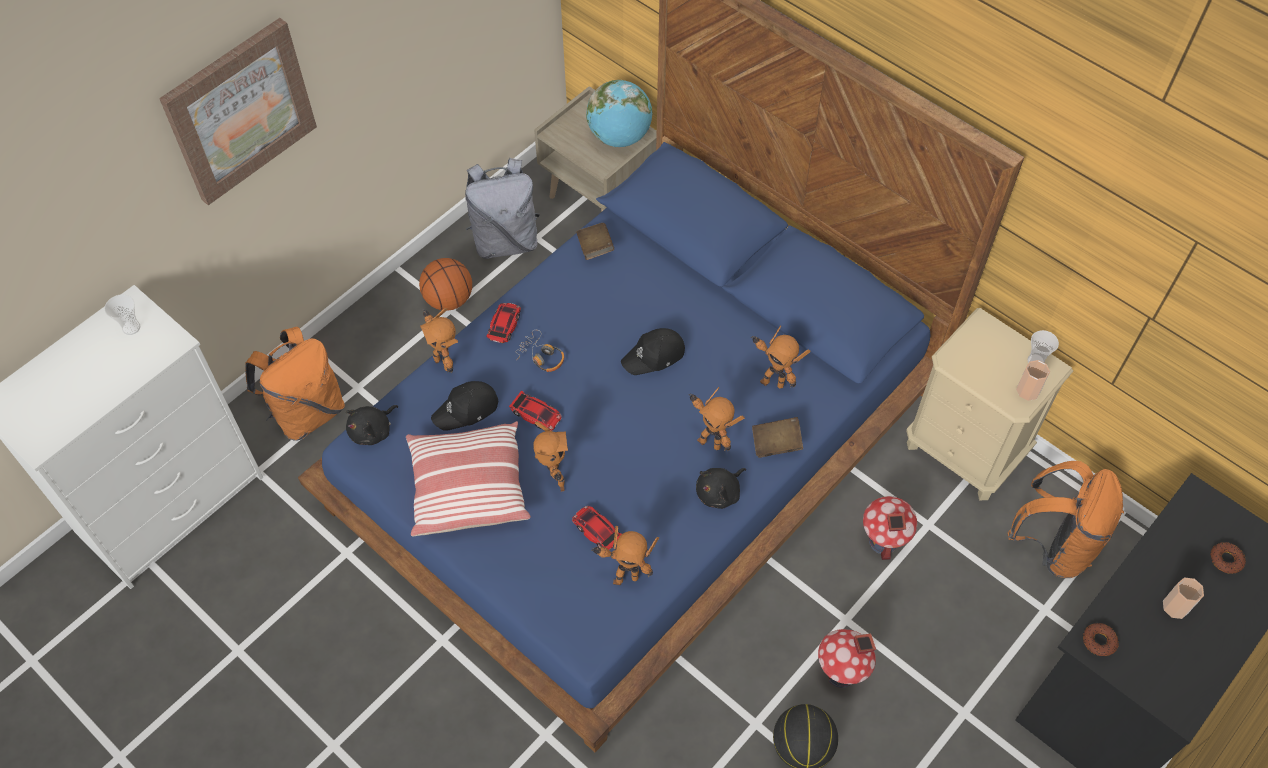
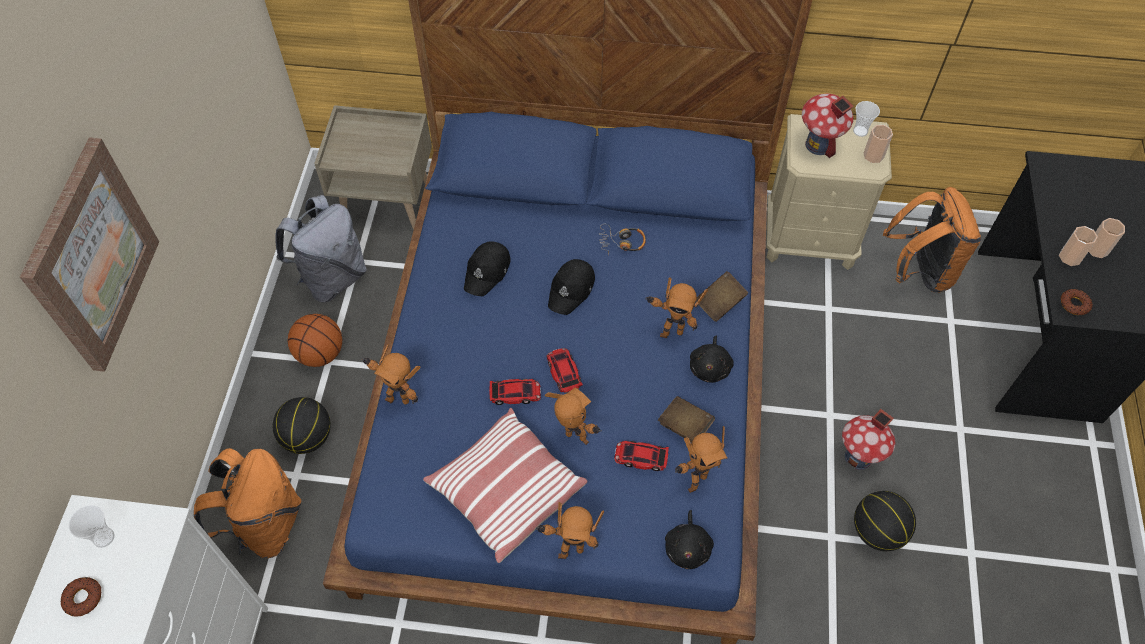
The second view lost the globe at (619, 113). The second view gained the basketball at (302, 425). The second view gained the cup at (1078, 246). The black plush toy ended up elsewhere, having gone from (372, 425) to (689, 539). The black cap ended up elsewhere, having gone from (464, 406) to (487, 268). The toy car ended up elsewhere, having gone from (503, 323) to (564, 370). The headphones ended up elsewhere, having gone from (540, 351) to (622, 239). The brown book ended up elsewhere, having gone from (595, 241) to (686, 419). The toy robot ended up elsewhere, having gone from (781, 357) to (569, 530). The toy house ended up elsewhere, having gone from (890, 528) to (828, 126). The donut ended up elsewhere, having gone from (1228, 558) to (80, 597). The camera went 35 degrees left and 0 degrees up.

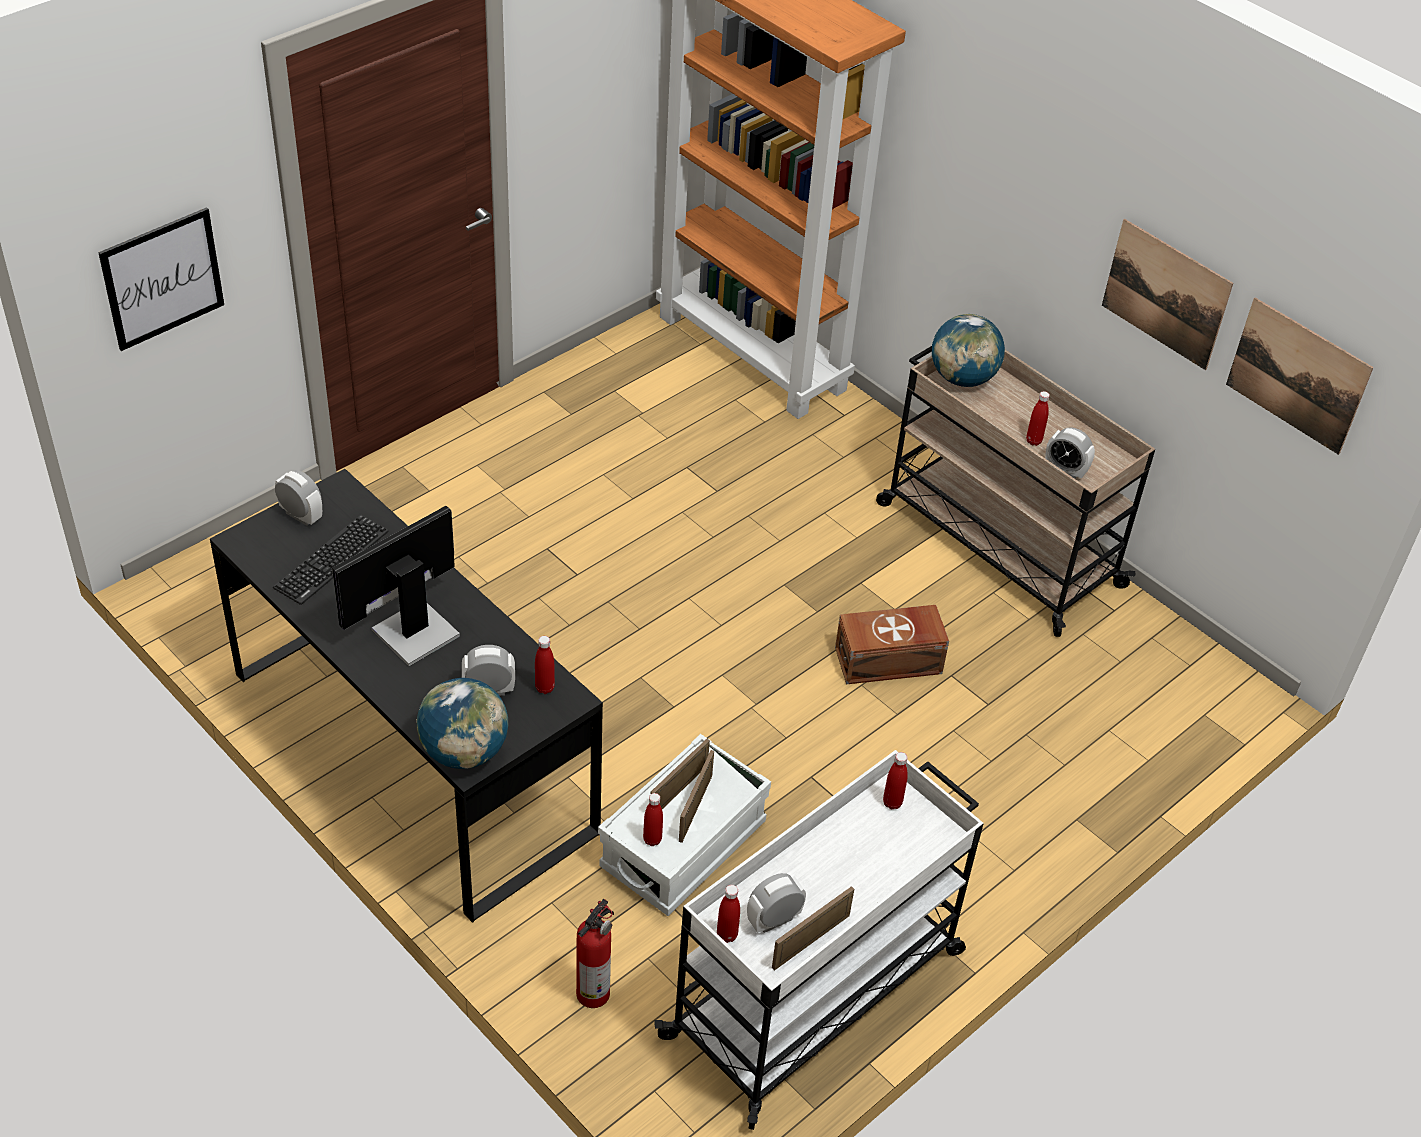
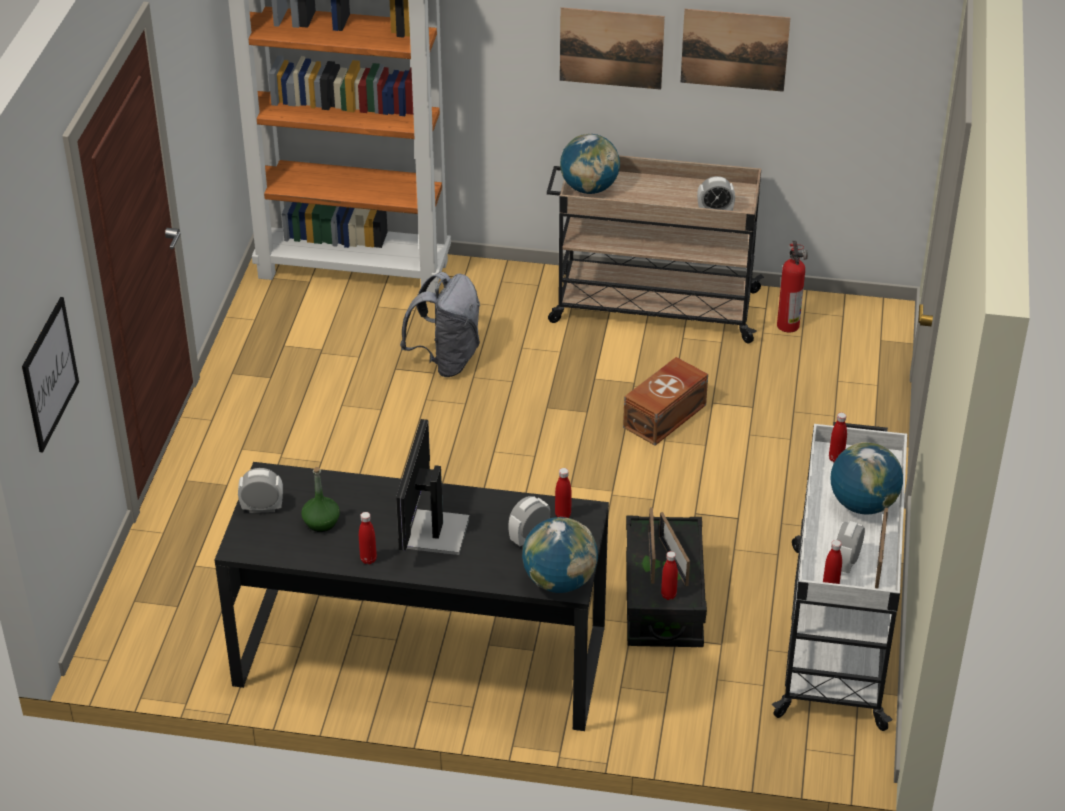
The second view gained the grey backpack at (440, 324). The second view gained the globe at (867, 478). The fire extinguisher ended up elsewhere, having gone from (595, 953) to (792, 287). The red bottle ended up elsewhere, having gone from (1038, 418) to (368, 538). The picture ended up elsewhere, having gone from (1300, 376) to (612, 48). Where the keyboard stood at (330, 560), the green bottle came to stand at (320, 499). What was the white storage box at (684, 825) turned into the black storage box at (666, 581). The camera went 35 degrees left and 5 degrees down.

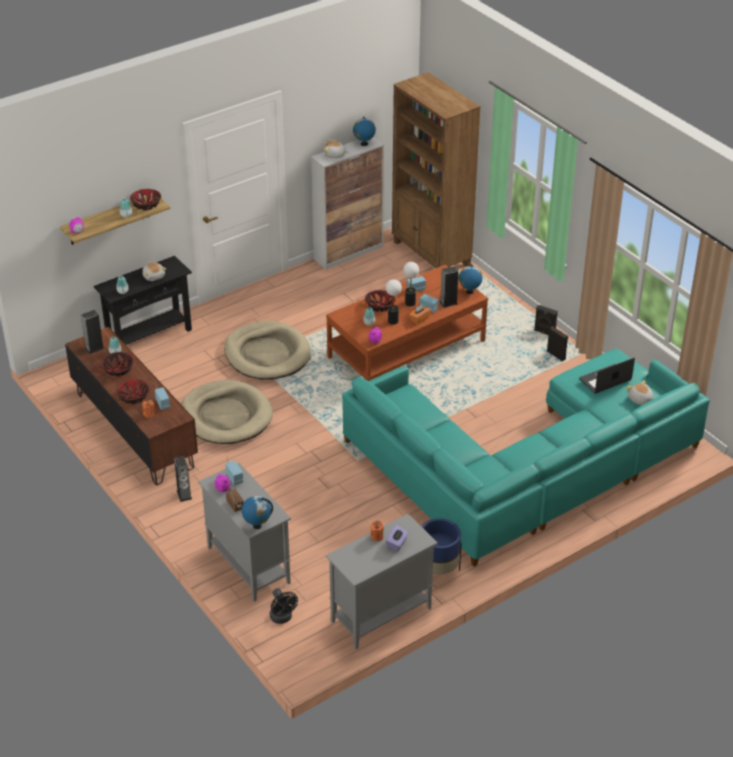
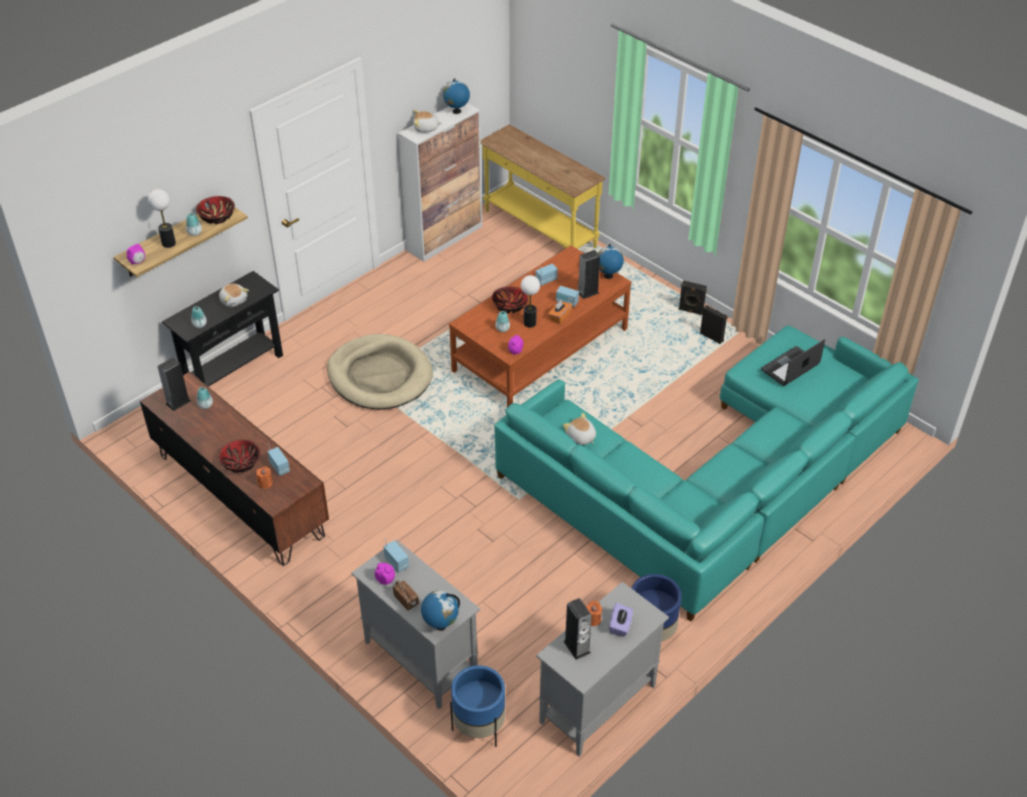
The second view lost the bowl at (117, 364). The second view lost the beige dog bed at (227, 412). The speaker ended up elsewhere, having gone from (183, 479) to (578, 629). The table lamp ended up elsewhere, having gone from (411, 284) to (162, 218). The plush toy ended up elsewhere, having gone from (639, 392) to (579, 429). Where the black fan stood at (284, 606), the blue planter came to stand at (478, 706). Where the brown bookcase stood at (436, 170), the yellow console table came to stand at (542, 186). The camera went 10 degrees left and 5 degrees up.

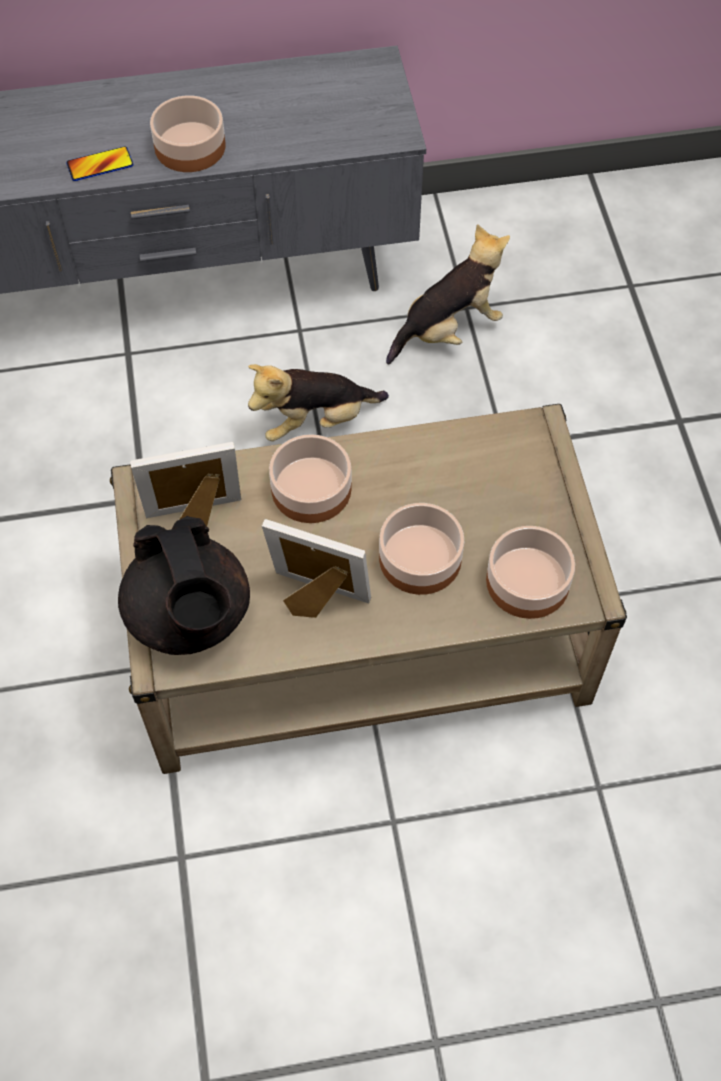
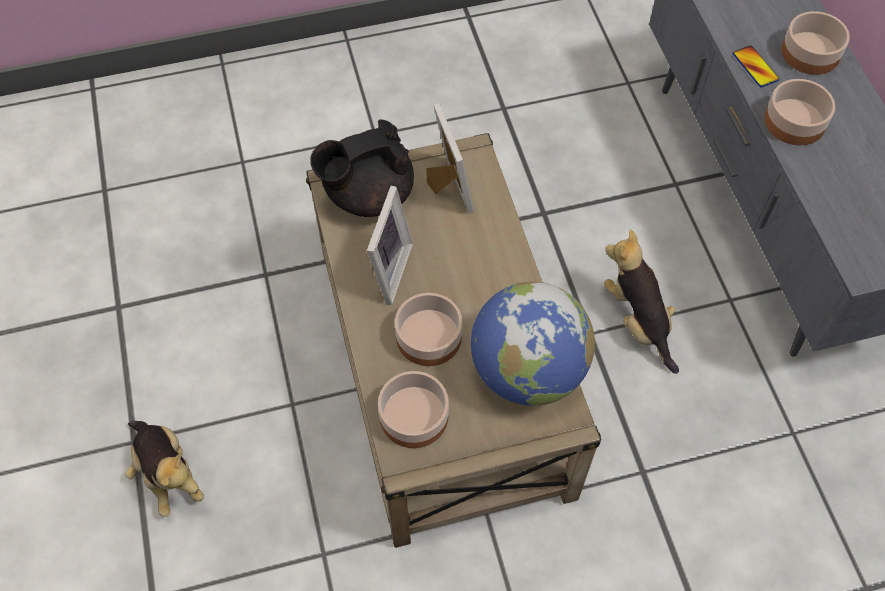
The second view gained the globe at (533, 344). The bowl ended up elsewhere, having gone from (310, 478) to (815, 43). The plush toy ended up elsewhere, having gone from (448, 294) to (165, 469). The camera went 85 degrees right and 0 degrees up.

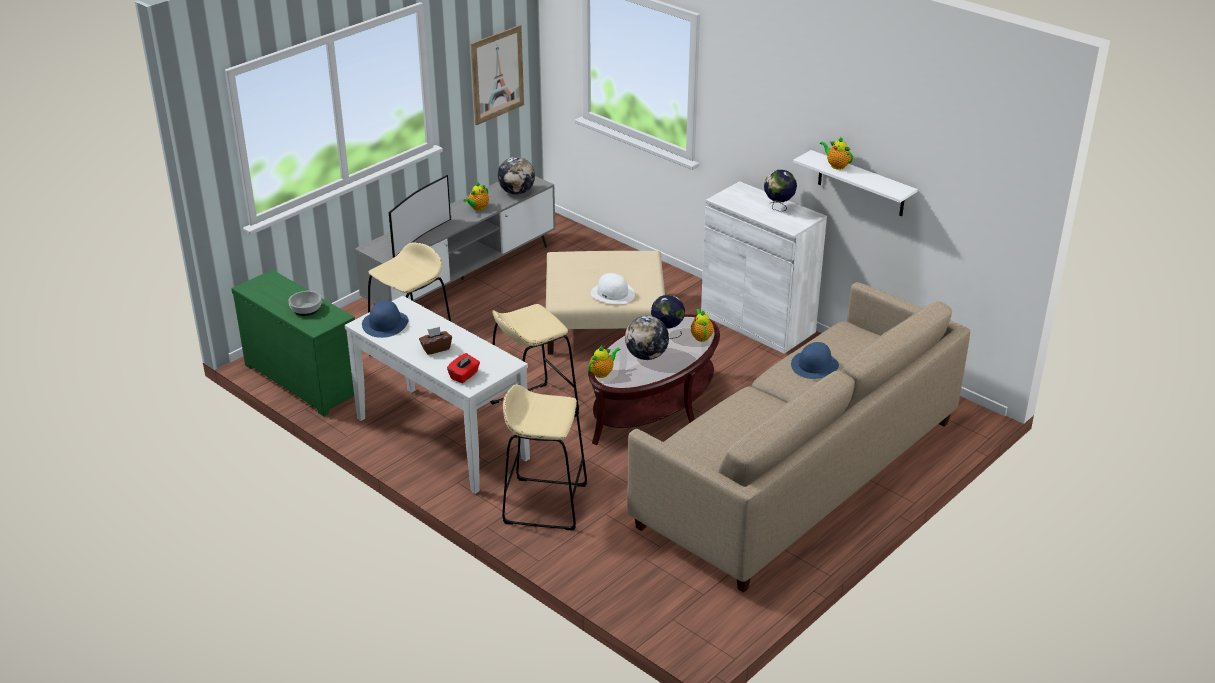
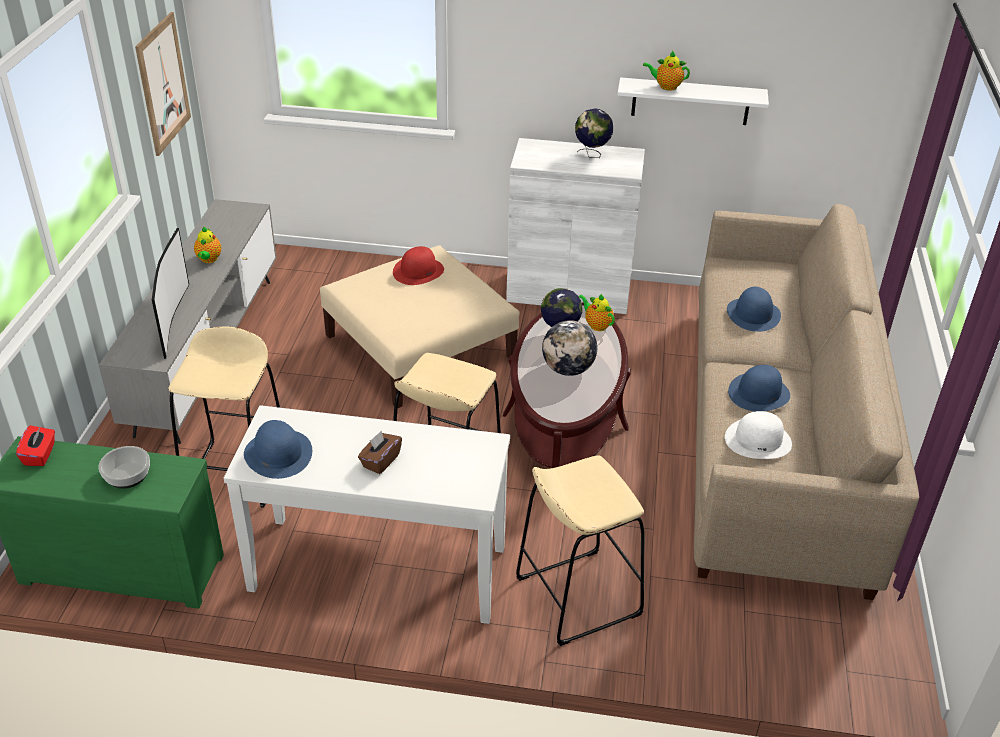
The second view lost the globe at (516, 176). The second view lost the teapot at (604, 362). The second view gained the red hat at (418, 265). The second view gained the blue hat at (759, 388). The red tissue box ended up elsewhere, having gone from (463, 368) to (35, 445). The white hat ended up elsewhere, having gone from (613, 288) to (758, 435). The camera went 35 degrees left and 5 degrees up.

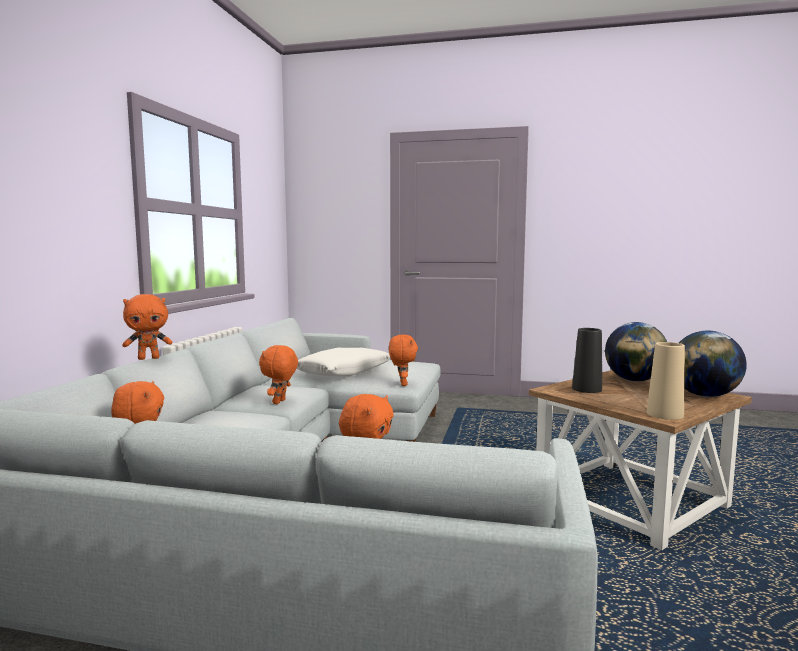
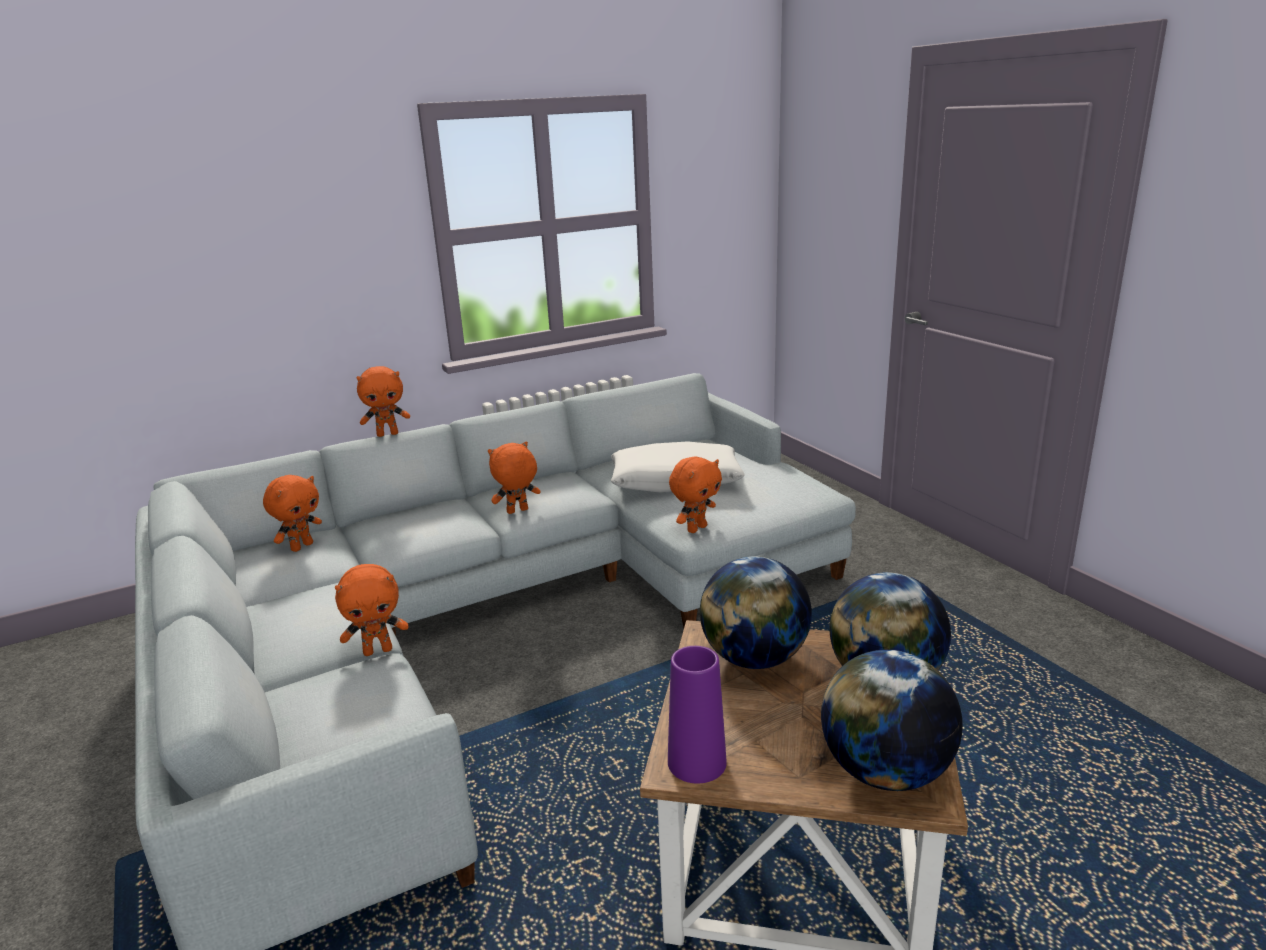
Where the black vase stood at (587, 360), the globe came to stand at (756, 612). What was the beige vase at (666, 381) turned into the purple vase at (697, 715). The orange plush toy at (147, 327) ended up facing another way, 45 degrees counterclockwise from before. The camera went 50 degrees right and 15 degrees up.

